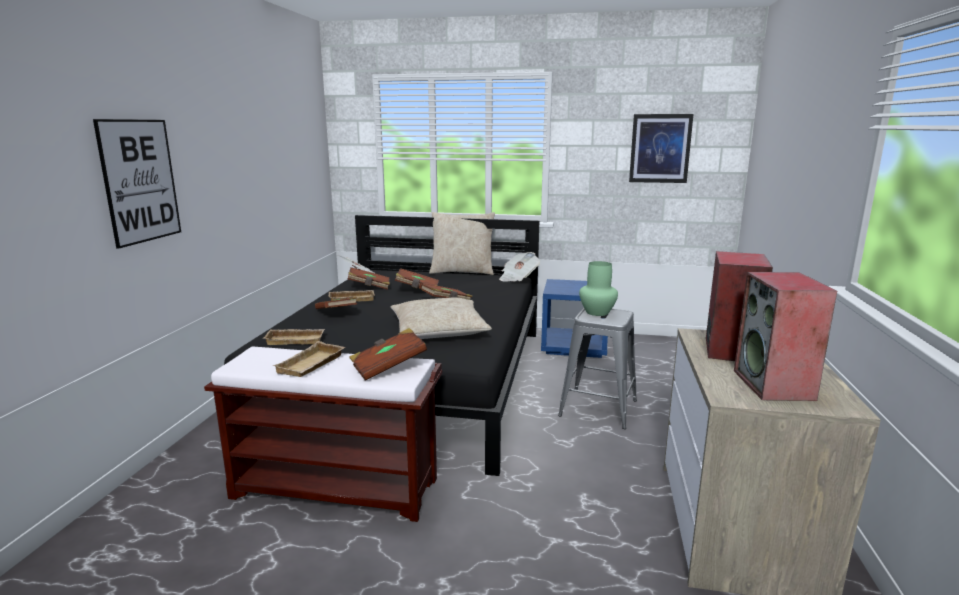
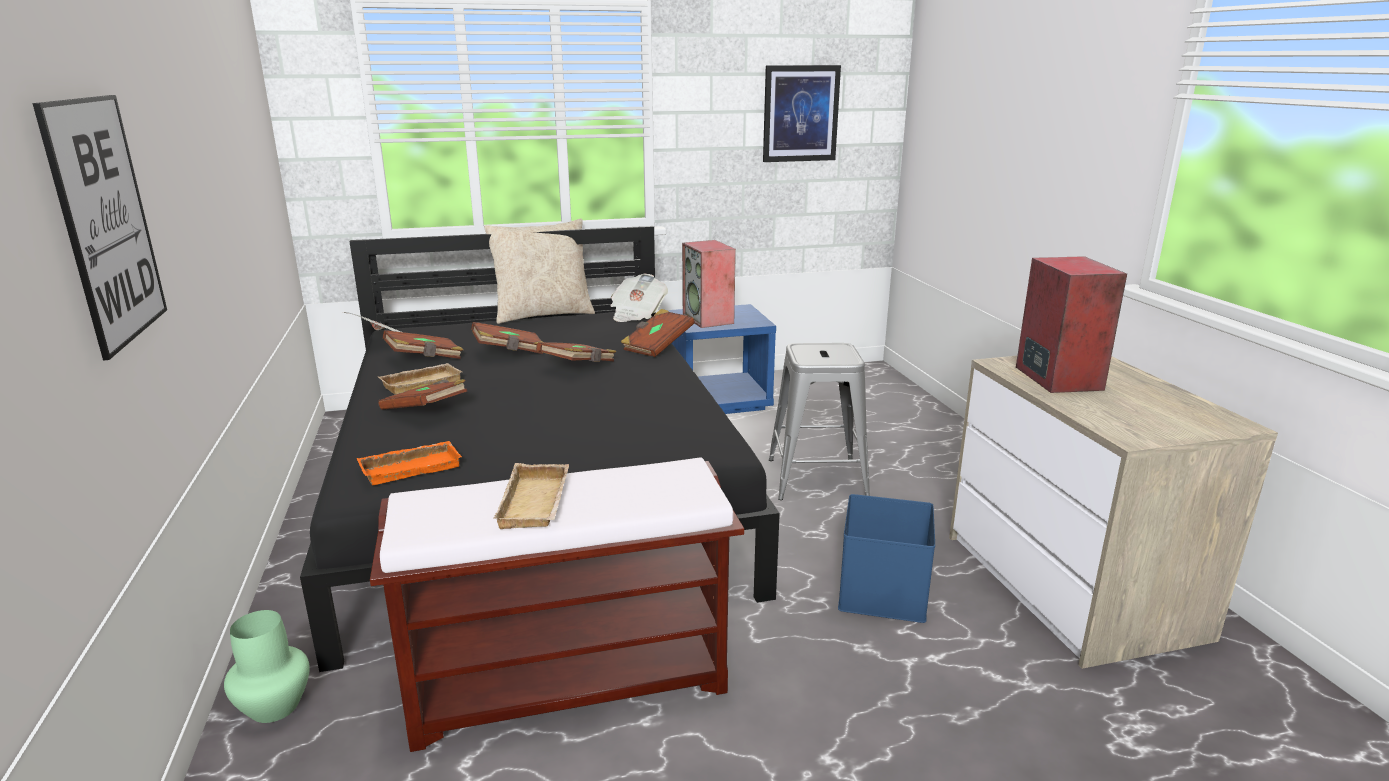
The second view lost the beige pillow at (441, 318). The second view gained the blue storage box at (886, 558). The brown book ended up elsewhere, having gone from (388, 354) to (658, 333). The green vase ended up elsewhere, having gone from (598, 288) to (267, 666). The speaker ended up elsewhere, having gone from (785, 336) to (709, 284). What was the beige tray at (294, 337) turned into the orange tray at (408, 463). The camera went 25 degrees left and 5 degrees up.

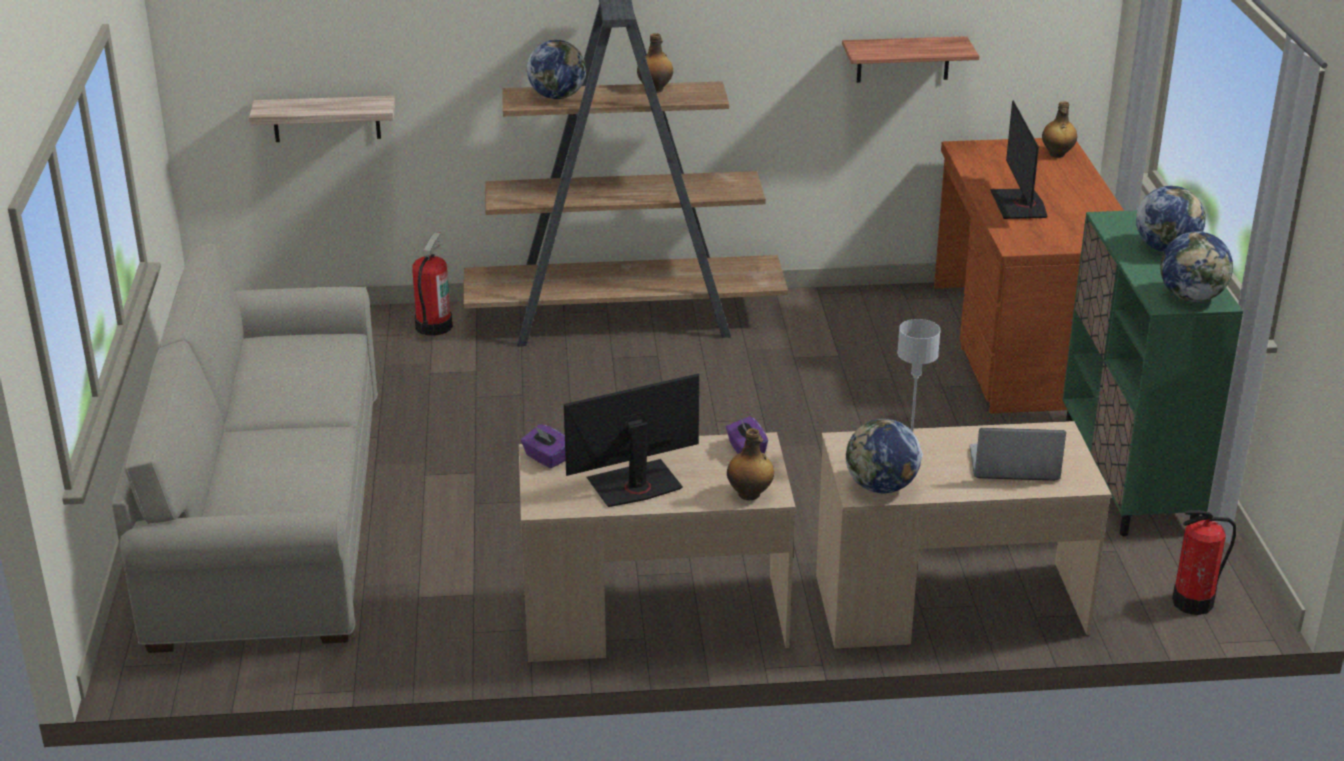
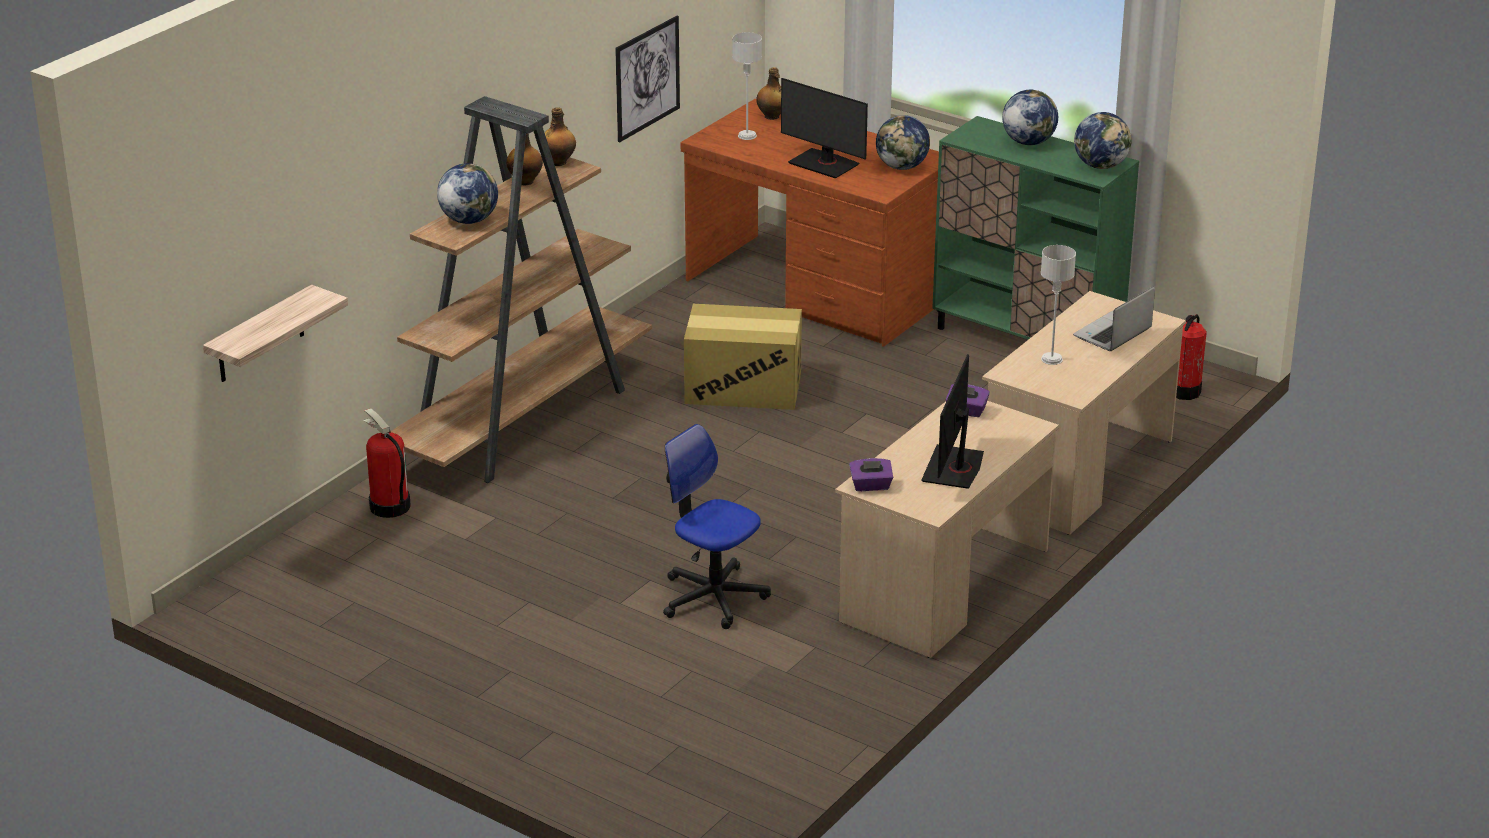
The second view lost the beige sofa at (245, 448). The second view gained the office chair at (717, 526). The second view gained the cardboard box at (743, 357). The second view gained the grey table lamp at (747, 86). The bottle ended up elsewhere, having gone from (750, 464) to (560, 136). The globe ended up elsewhere, having gone from (884, 456) to (903, 142). Where the shelf hung at (911, 59), the picture came to hang at (647, 79). The camera went 50 degrees left and 0 degrees up.

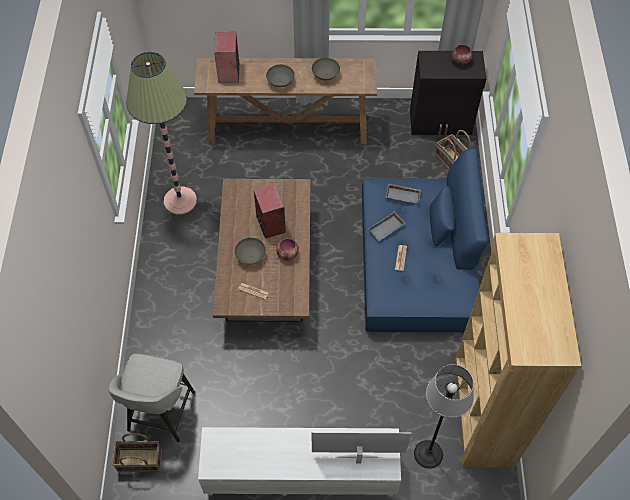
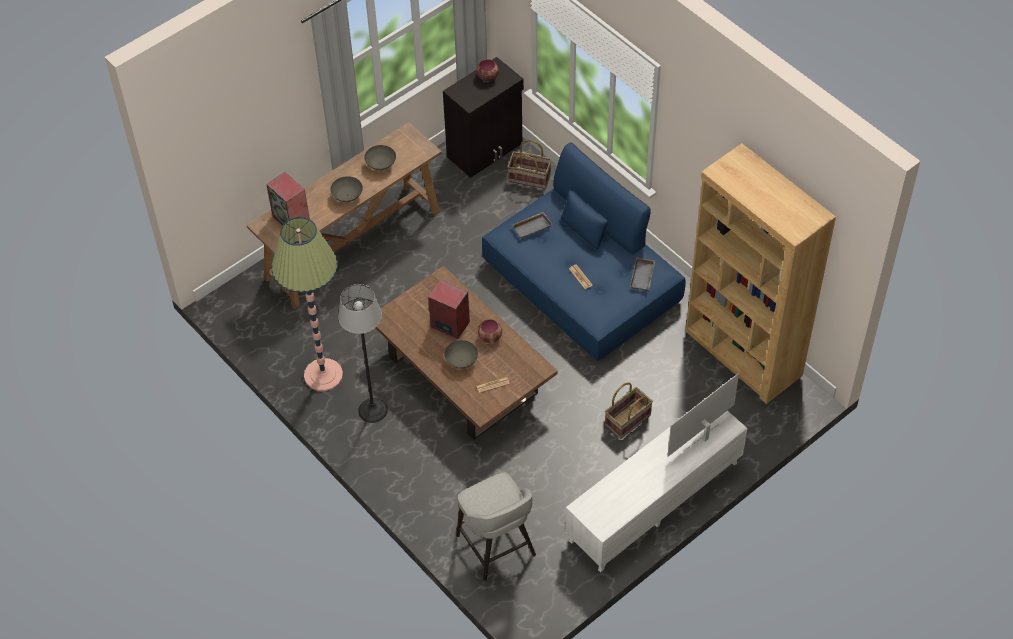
The basket ended up elsewhere, having gone from (137, 452) to (629, 410). The grey tray ended up elsewhere, having gone from (386, 226) to (642, 273). The floor lamp ended up elsewhere, having gone from (444, 417) to (363, 353). The camera went 40 degrees left and 5 degrees down.

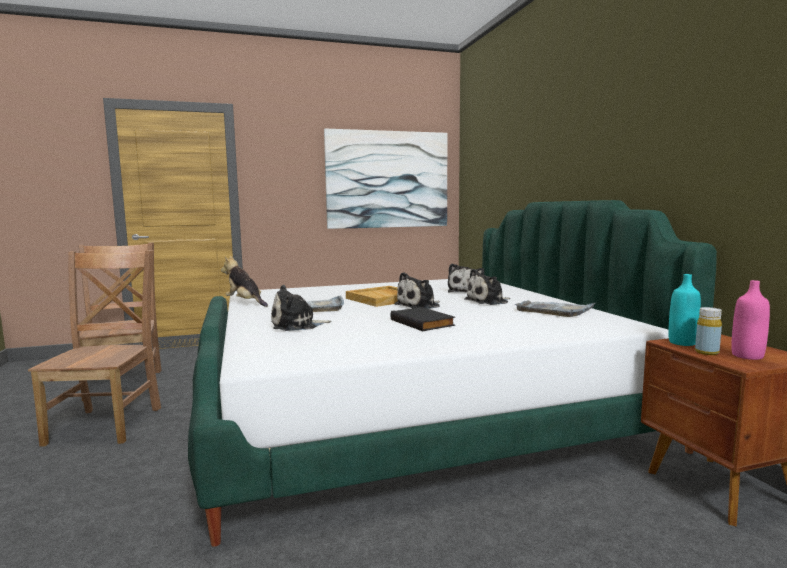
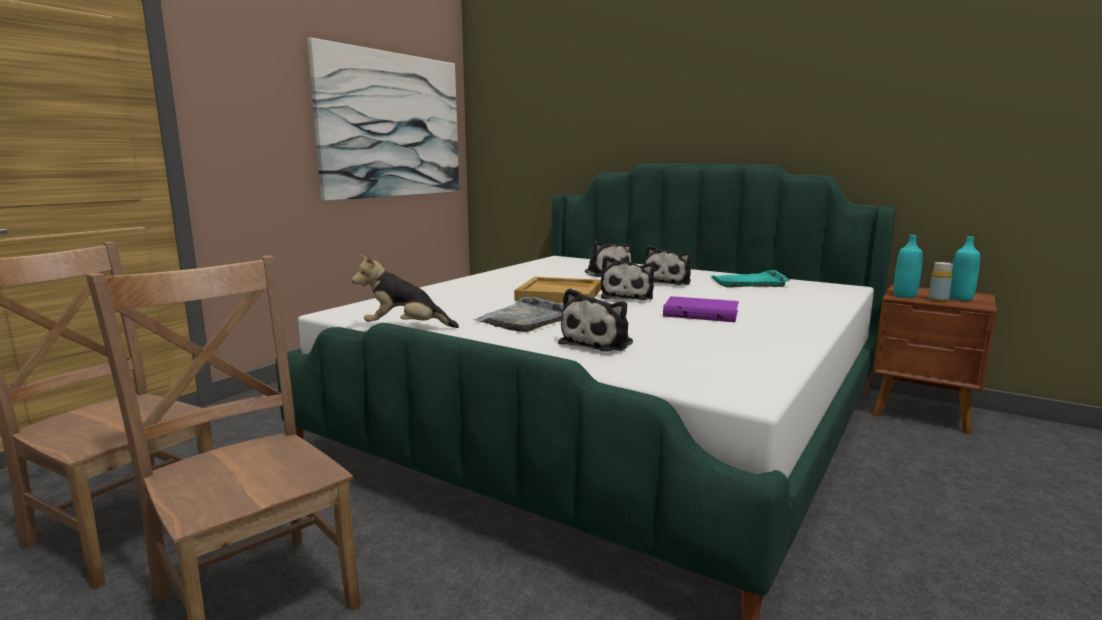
What was the black book at (422, 319) turned into the purple book at (701, 309). What was the grey tray at (554, 308) turned into the turquoise tray at (750, 278). What was the pink bottle at (750, 320) turned into the turquoise bottle at (964, 268). The camera went 40 degrees left and 5 degrees up.

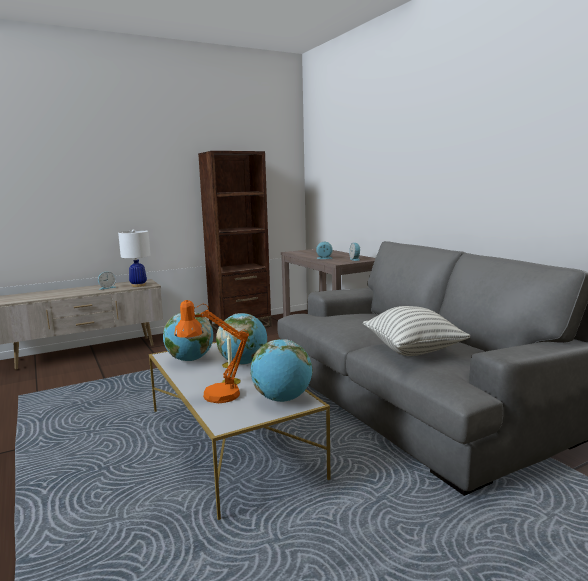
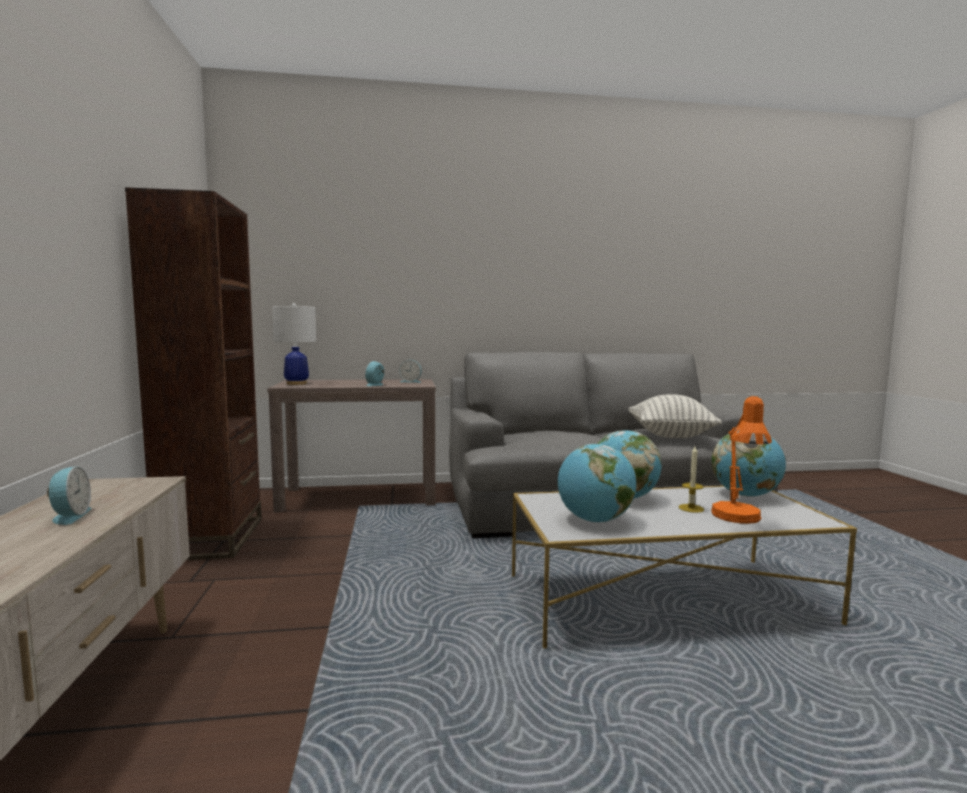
The white table lamp ended up elsewhere, having gone from (134, 258) to (294, 344). The camera went 70 degrees left and 5 degrees down.

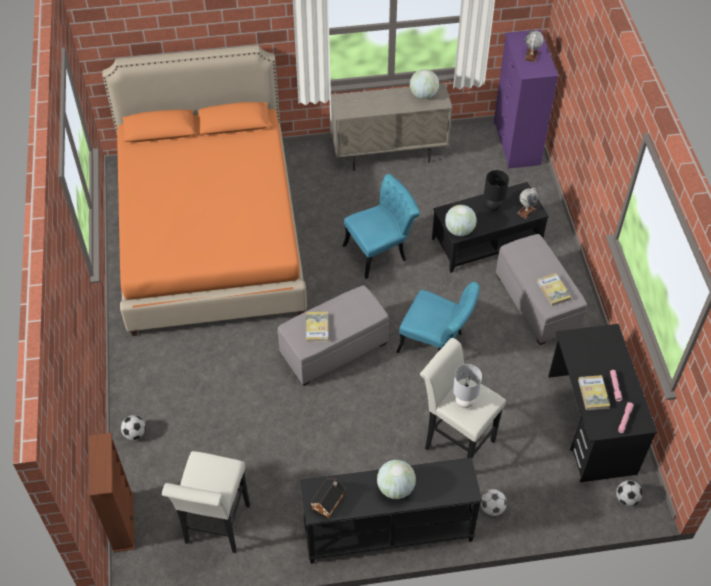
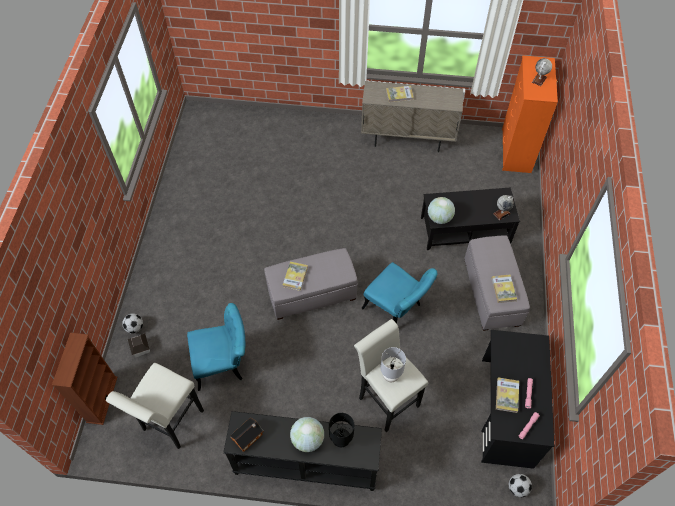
The second view lost the orange bed at (205, 190). The second view lost the globe at (424, 84). The second view lost the football at (494, 502). The second view gained the toy house at (139, 345). The second view gained the book at (400, 94). The turquoise chair ended up elsewhere, having gone from (381, 226) to (216, 347). The black table lamp ended up elsewhere, having gone from (496, 190) to (341, 430). What was the purple dresser at (525, 99) turned into the orange dresser at (530, 114). The camera went 15 degrees right and 5 degrees up.

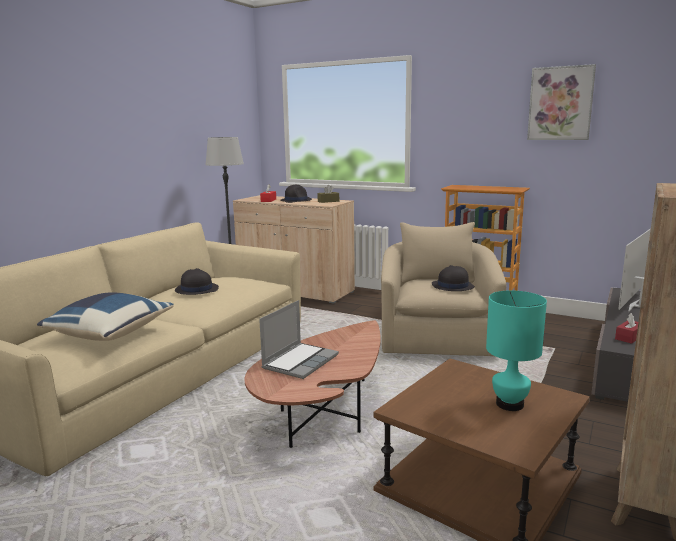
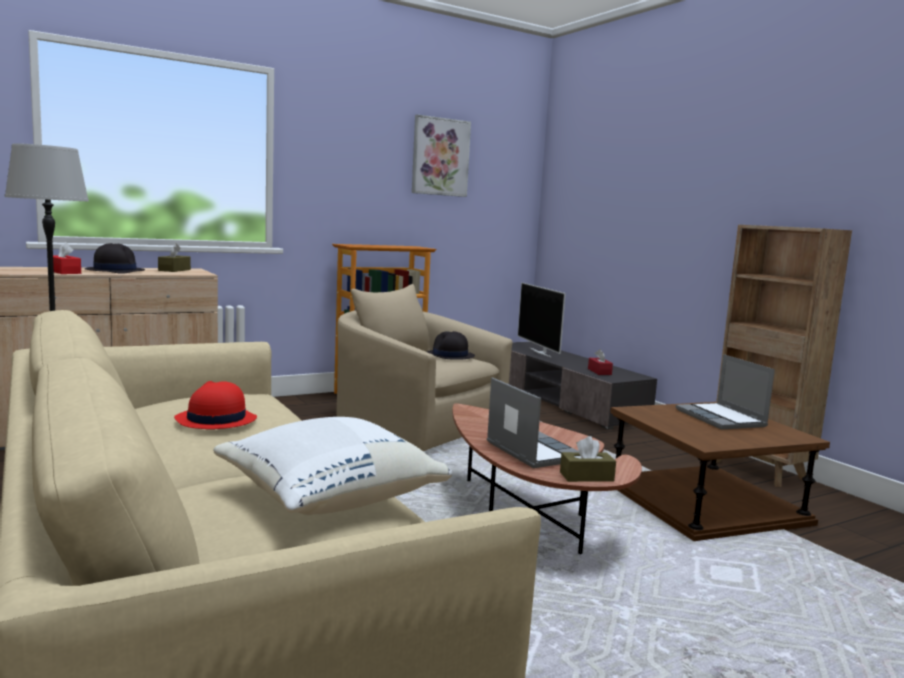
The second view gained the brown tissue box at (588, 459). Where the turquoise table lamp stood at (516, 350), the laptop came to stand at (725, 392). What was the blue pillow at (105, 316) turned into the white pillow at (332, 466). What was the black hat at (197, 281) turned into the red hat at (215, 405). The camera went 60 degrees left and 5 degrees down.

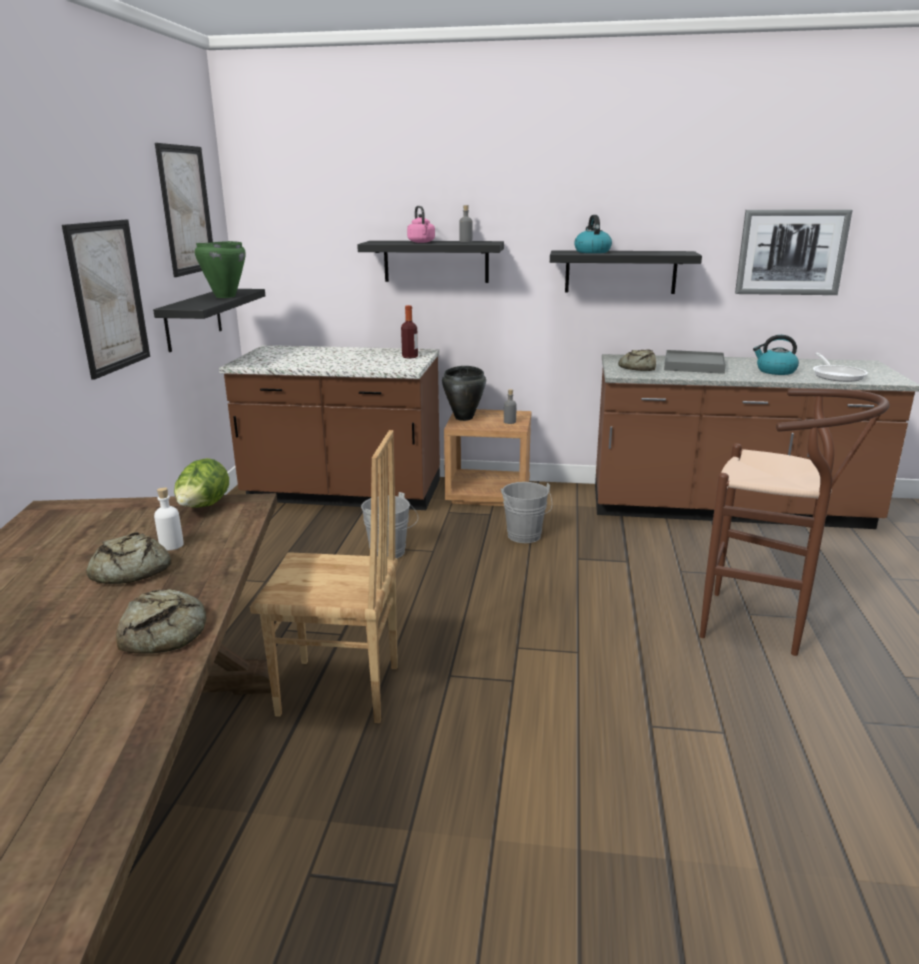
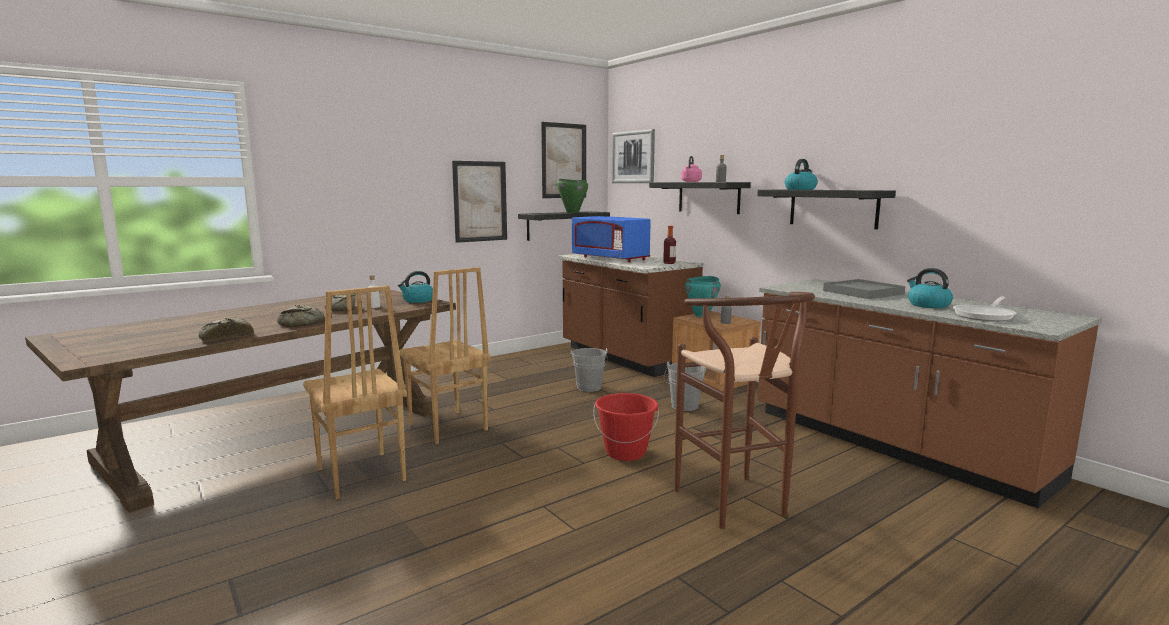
The second view gained the brown chair at (355, 392). The second view gained the blue microwave at (611, 239). The second view gained the red bucket at (626, 427). The bread ended up elsewhere, having gone from (637, 360) to (226, 329). The picture ended up elsewhere, having gone from (793, 252) to (633, 156). Where the lettuce stood at (201, 483), the kettle came to stand at (415, 287). What was the black cooking pot at (464, 393) turned into the turquoise cooking pot at (703, 296). The camera went 45 degrees right and 10 degrees down.

